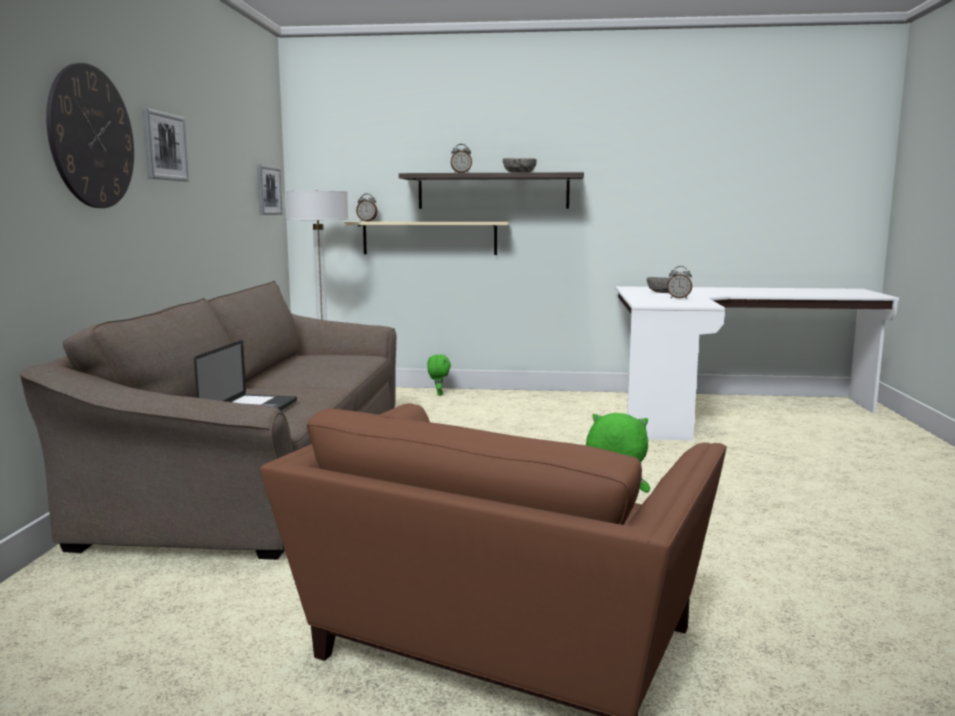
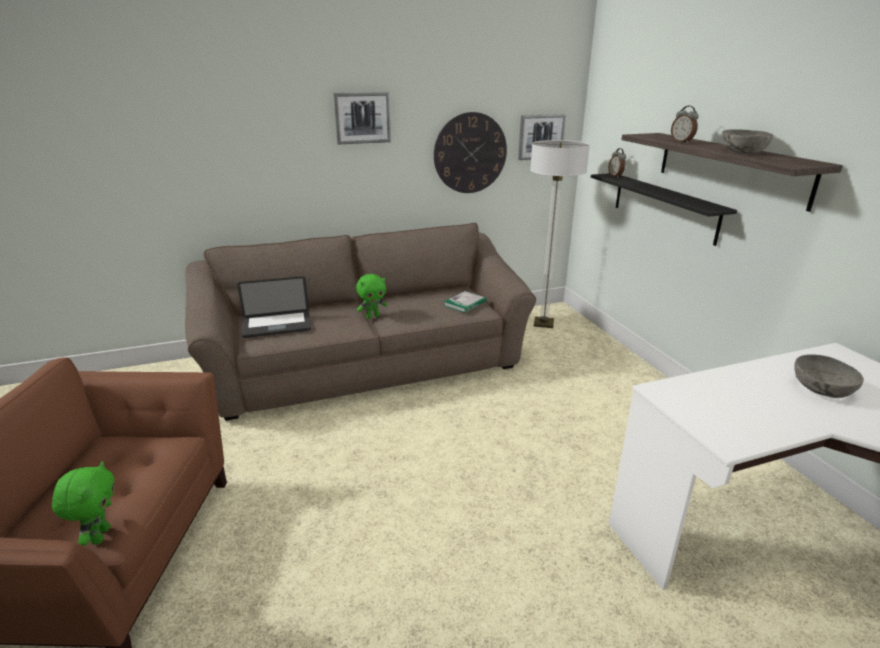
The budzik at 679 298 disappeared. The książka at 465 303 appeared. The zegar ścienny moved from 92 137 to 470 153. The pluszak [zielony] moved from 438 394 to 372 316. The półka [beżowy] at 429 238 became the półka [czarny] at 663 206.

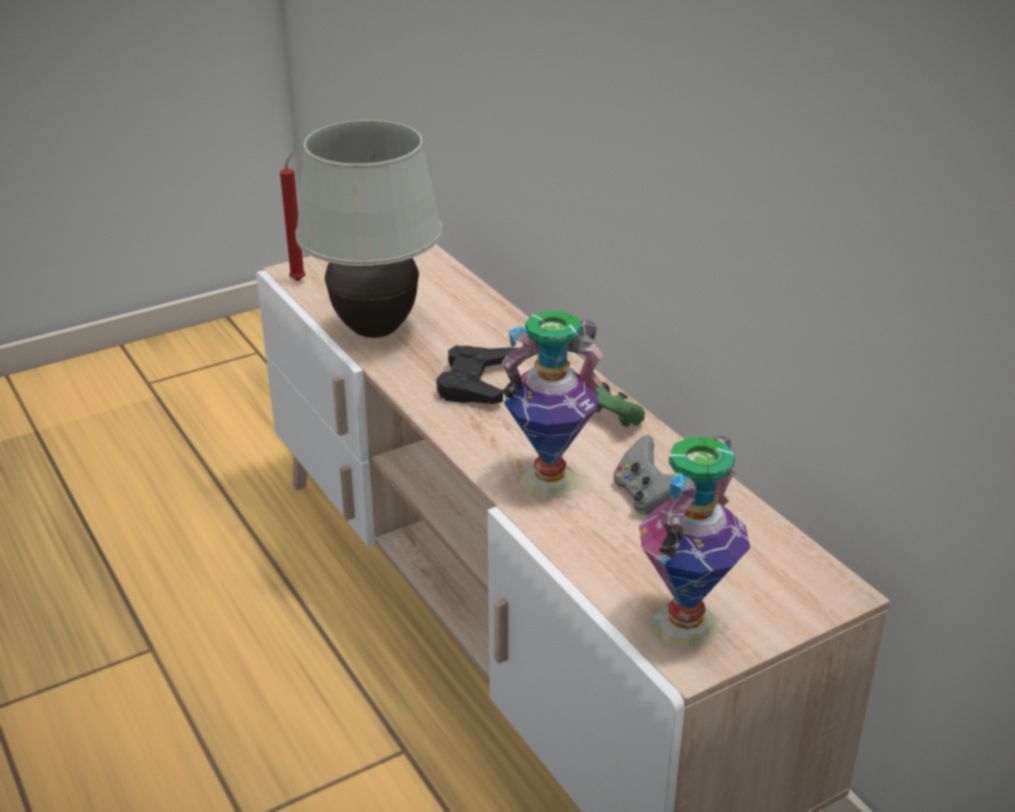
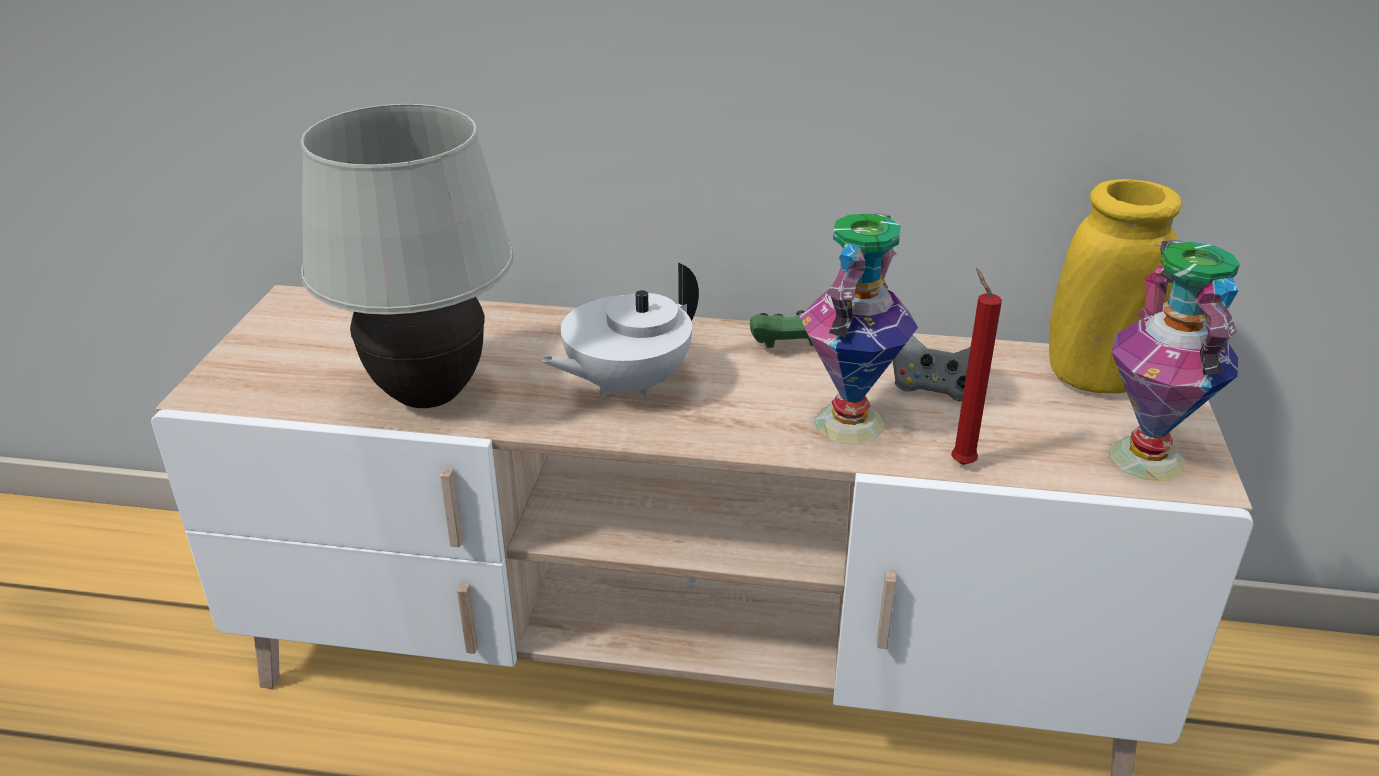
The wazon [żółty] at 1095 379 appeared. The świeca [czerwony] moved from 299 279 to 960 462. The pad do gier [czarny] at 476 382 was replaced by the imbryk [biały] at 625 384.

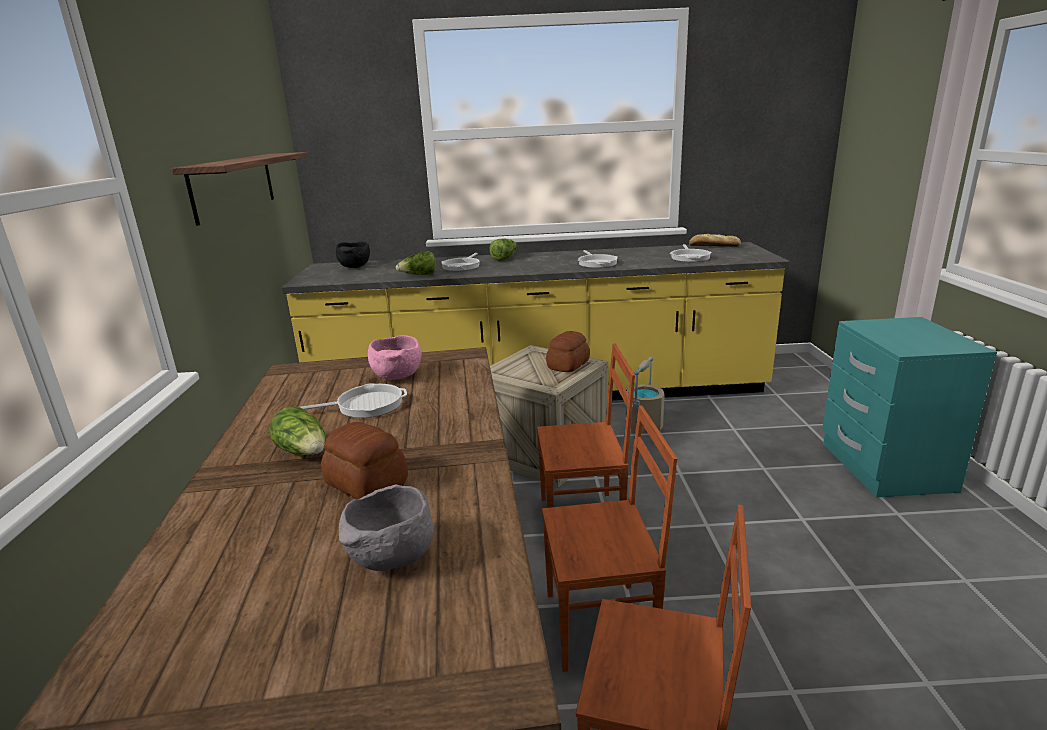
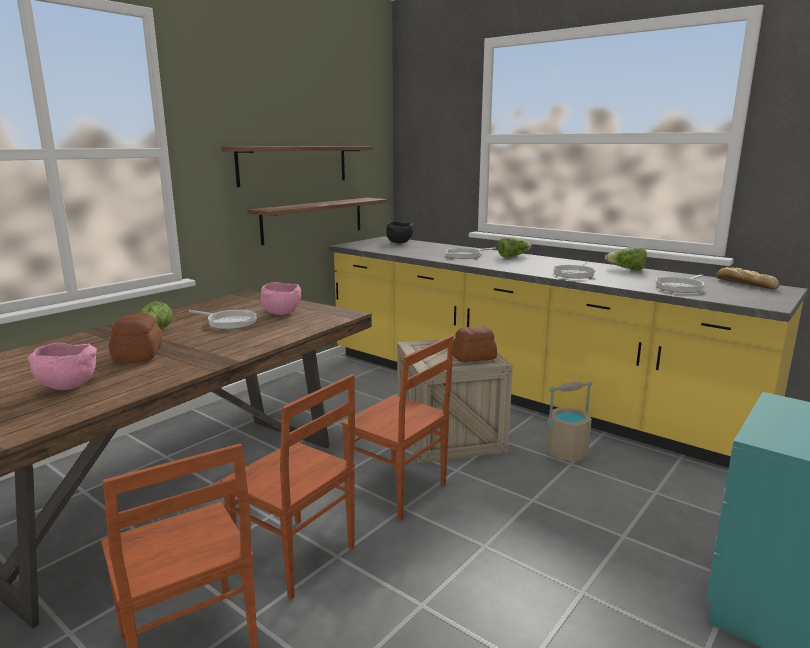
The półka at 313 220 appeared. The sałata moved from 419 275 to 627 269. The miska [szary] at 392 560 became the miska [różowy] at 66 387.

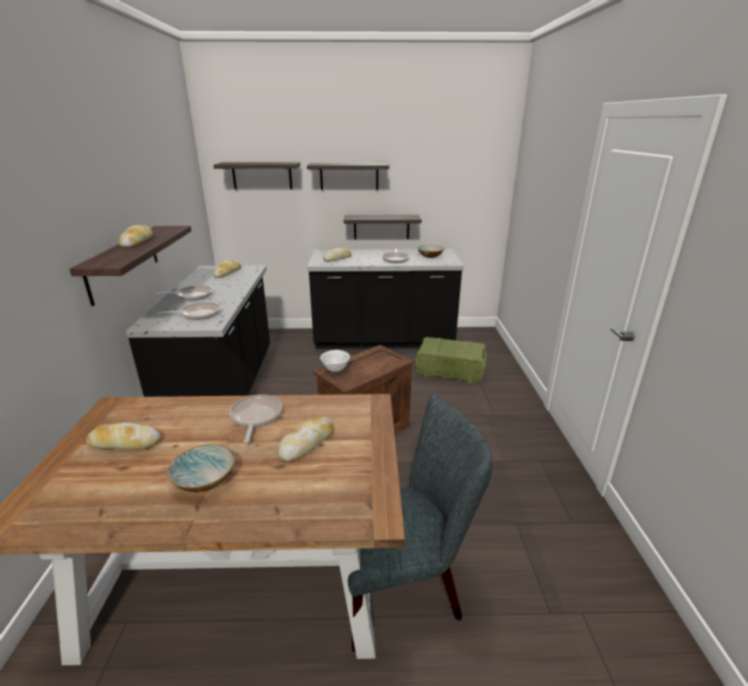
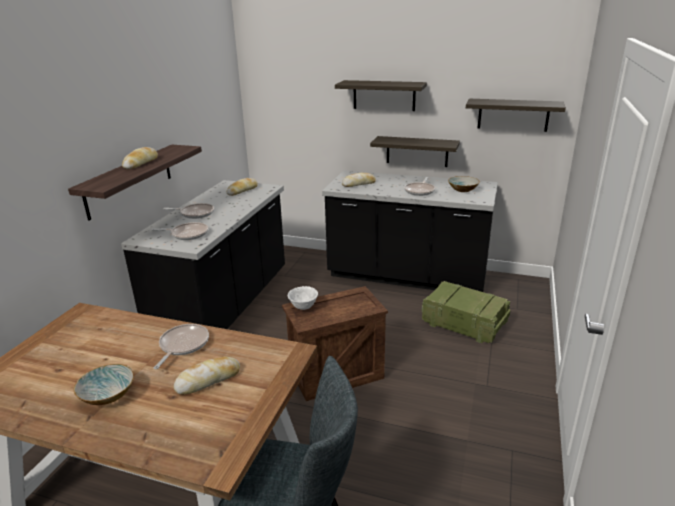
The chleb at 125 443 disappeared. The półka moved from 262 175 to 513 115.

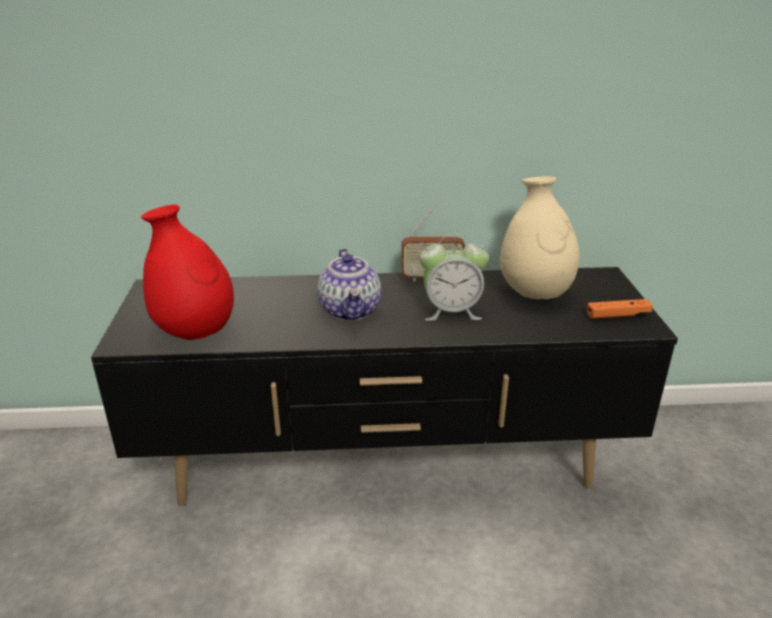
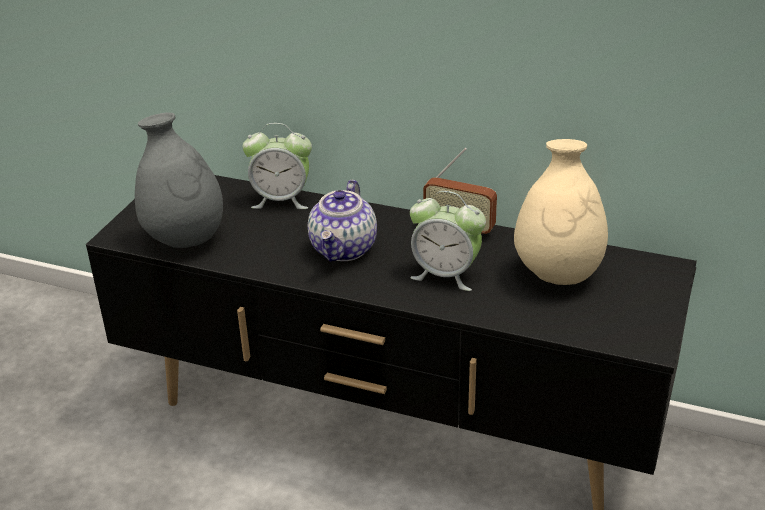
The pad do gier [pomarańczowy] at 618 315 disappeared. The budzik at 281 200 appeared. The wazon [czerwony] at 196 332 became the wazon [szary] at 185 240.

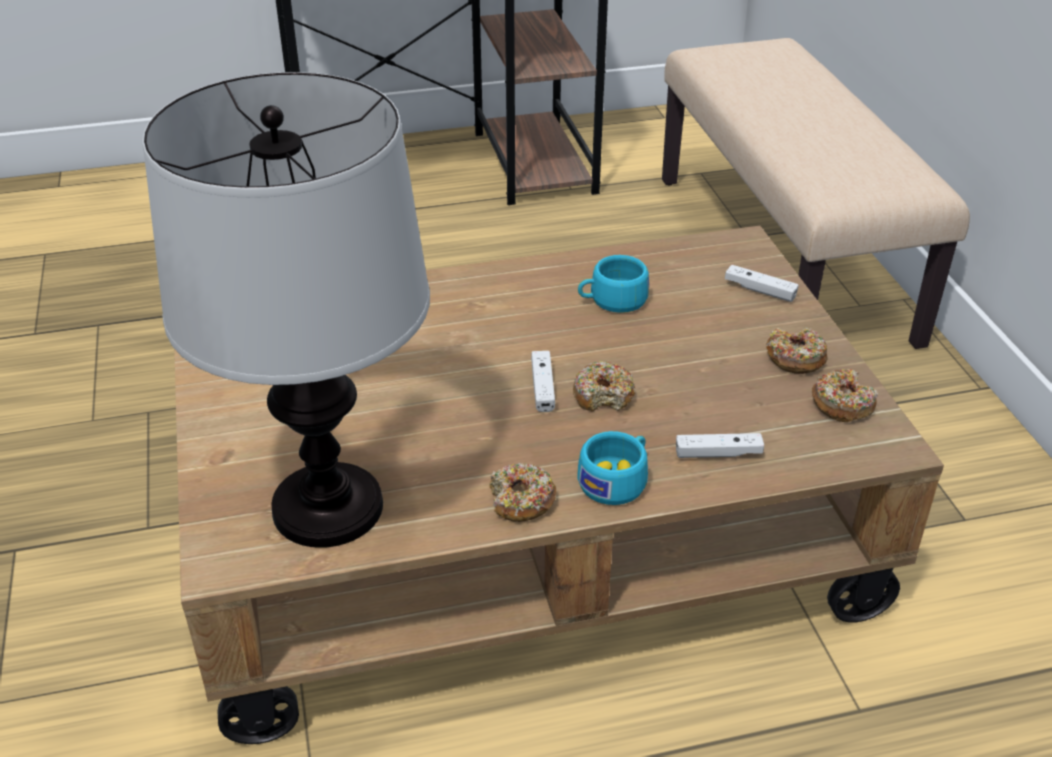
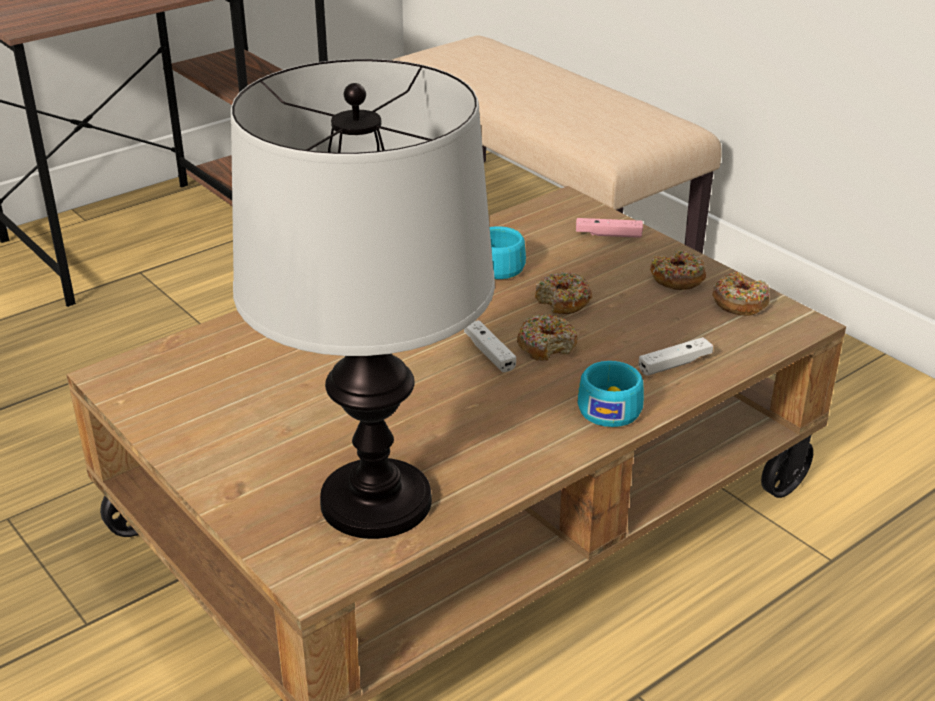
The donut moved from 521 501 to 563 302. The pad do gier [biały] at 760 290 became the pad do gier [różowy] at 608 234.

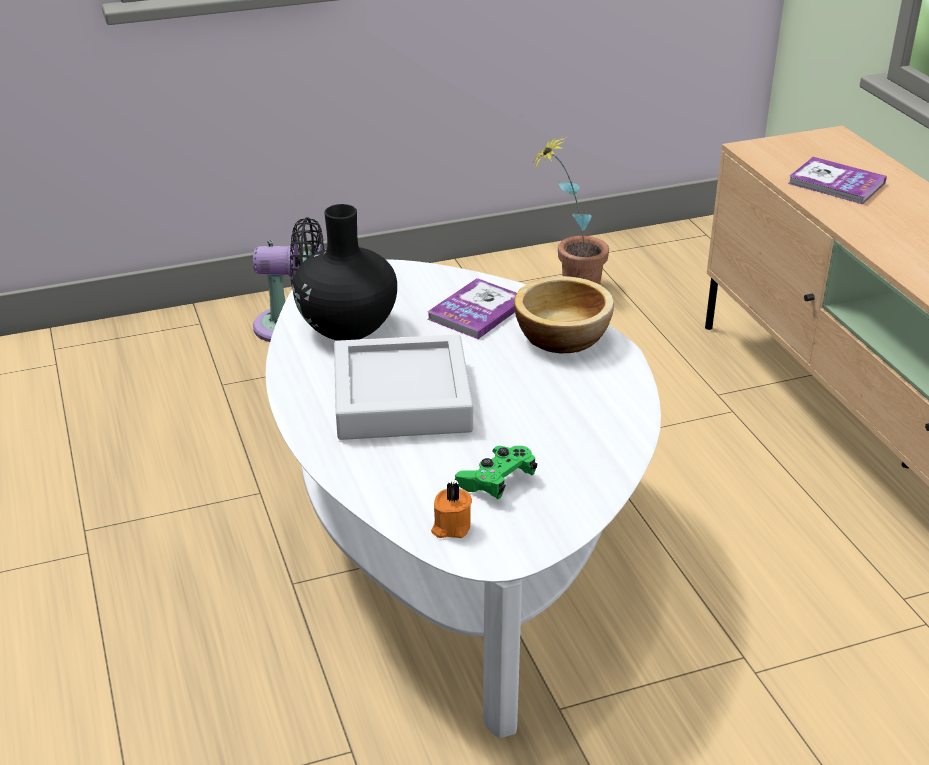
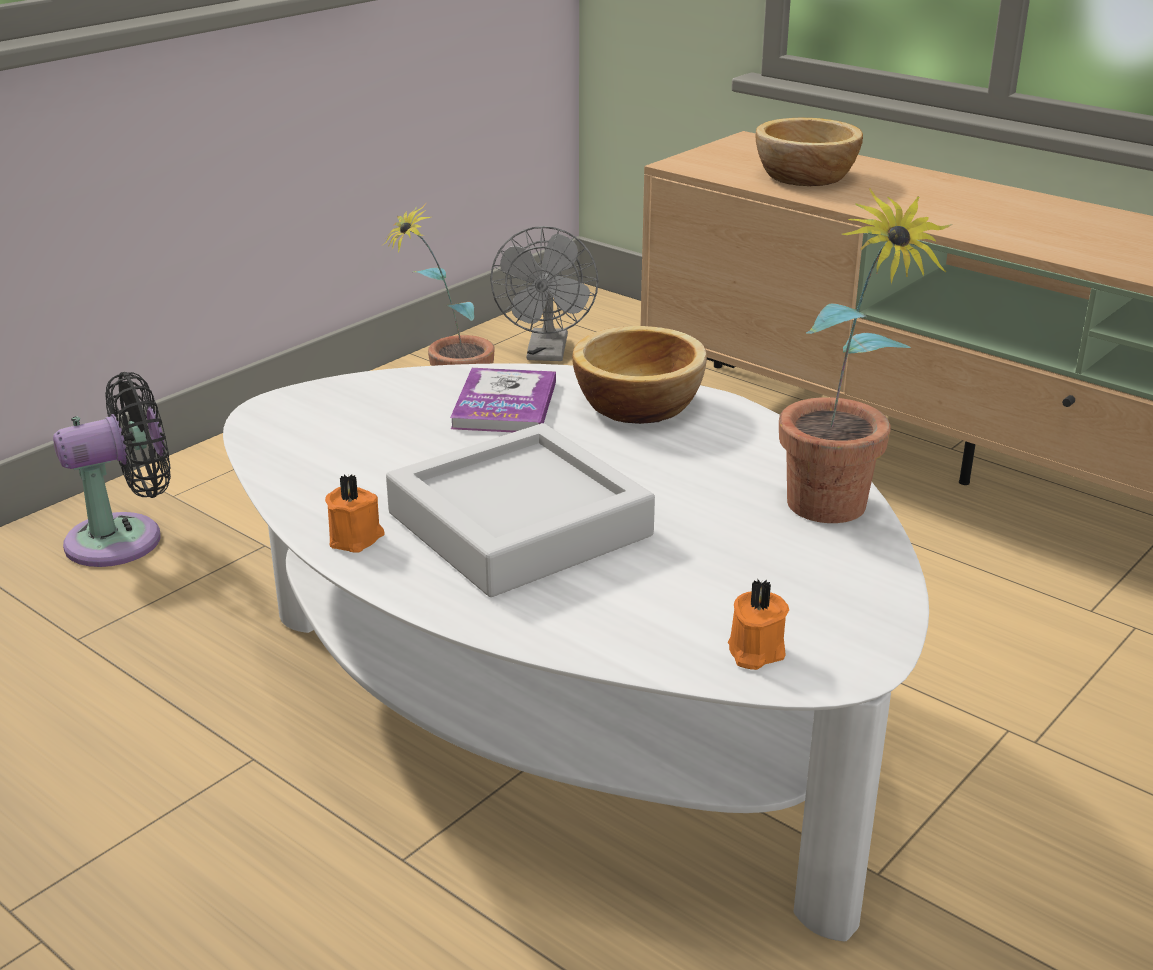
The wazon [czarny] at 347 326 disappeared. The pad do gier [zielony] at 497 481 disappeared. The świeca [pomarańczowy] at 357 538 appeared. The wentylator [szary] at 547 354 appeared. The roślina doniczkowa at 836 516 appeared. The książka at 836 183 was replaced by the miska at 807 177.

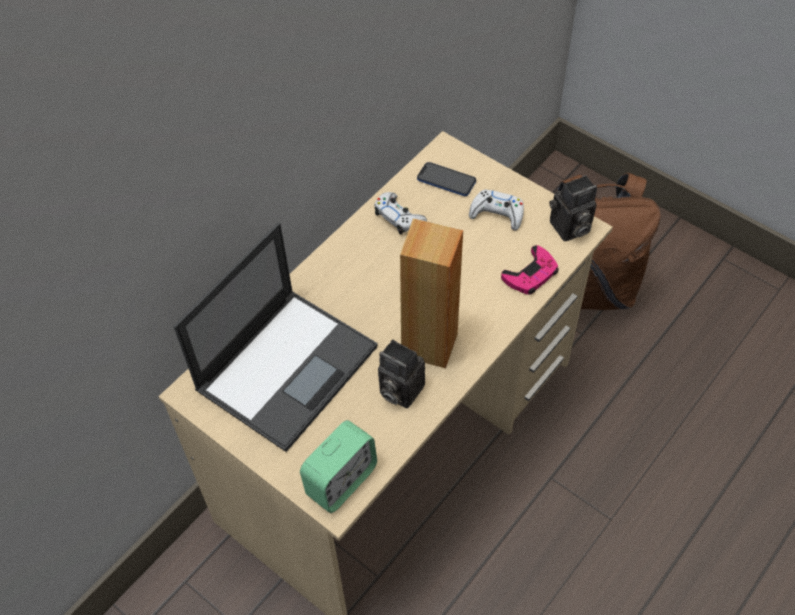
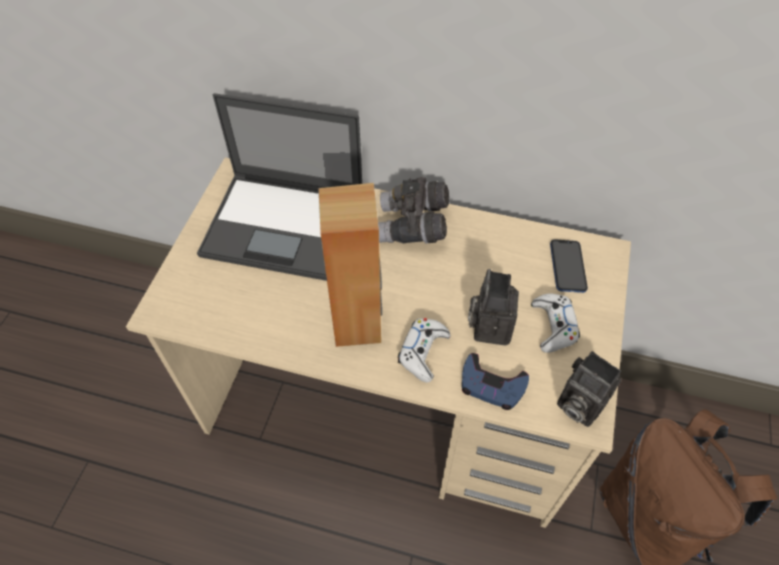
The budzik at 341 481 disappeared. The lornetka [szary] at 412 226 appeared. The pad do gier [biały] moved from 399 217 to 423 352. The aparat fotograficzny moved from 398 390 to 489 325. The pad do gier [różowy] at 531 274 became the pad do gier [niebieski] at 491 385.

